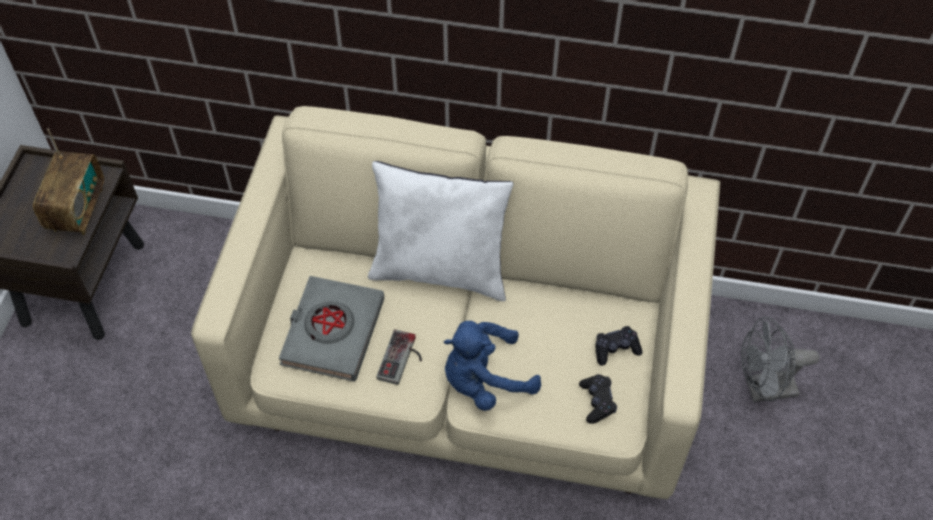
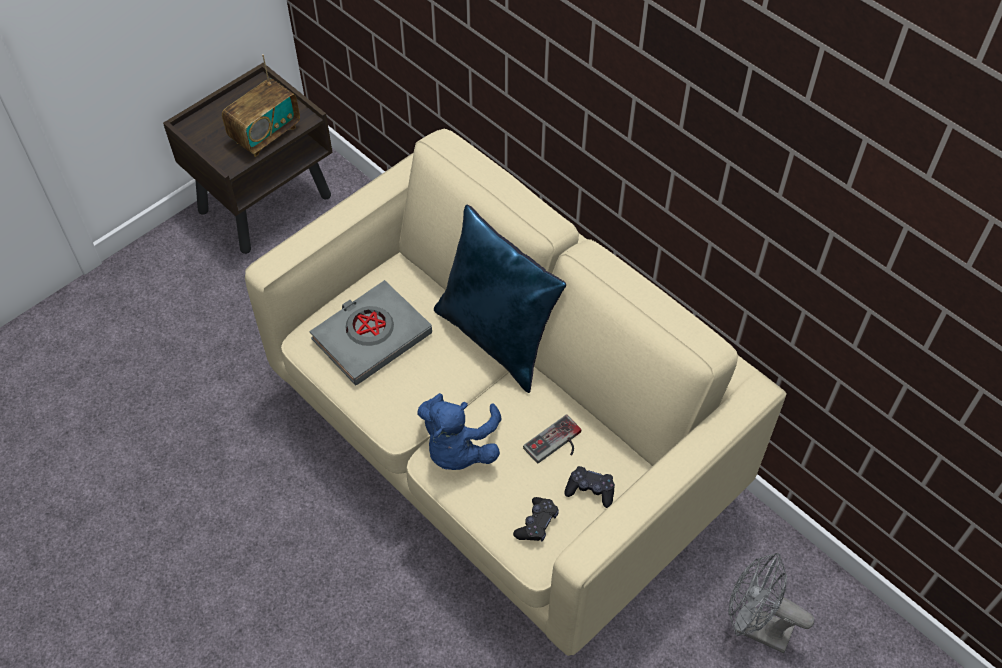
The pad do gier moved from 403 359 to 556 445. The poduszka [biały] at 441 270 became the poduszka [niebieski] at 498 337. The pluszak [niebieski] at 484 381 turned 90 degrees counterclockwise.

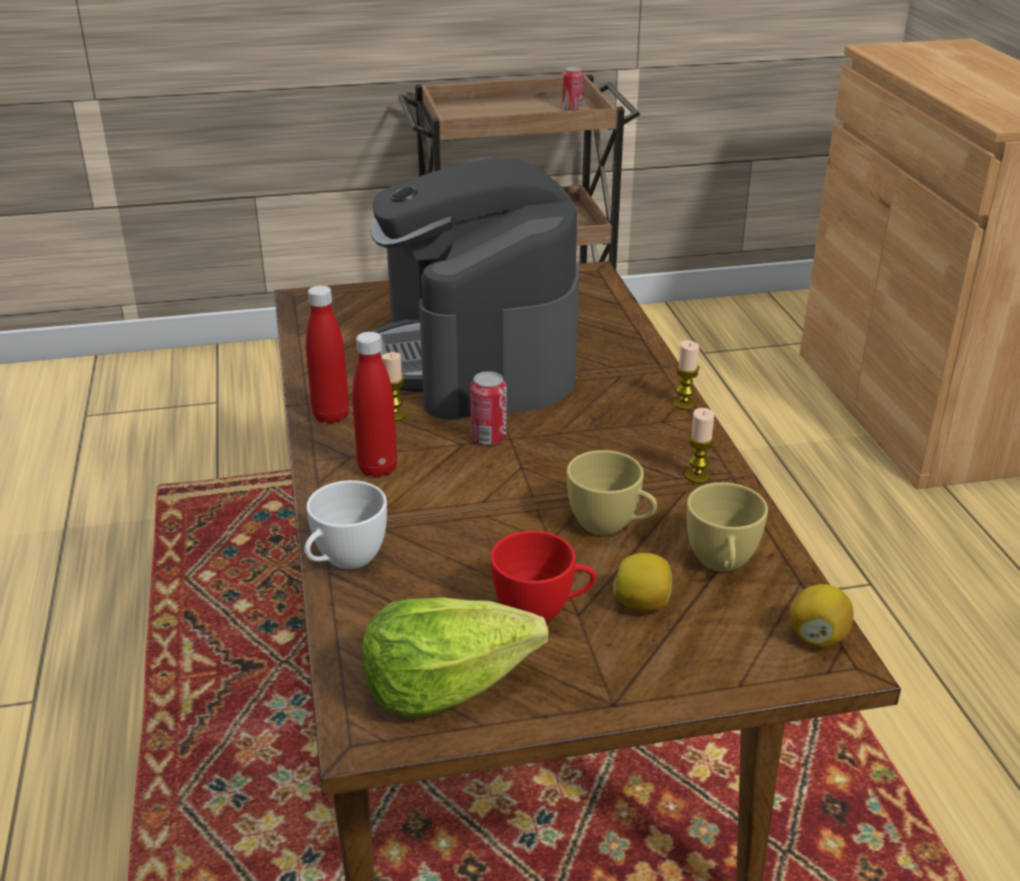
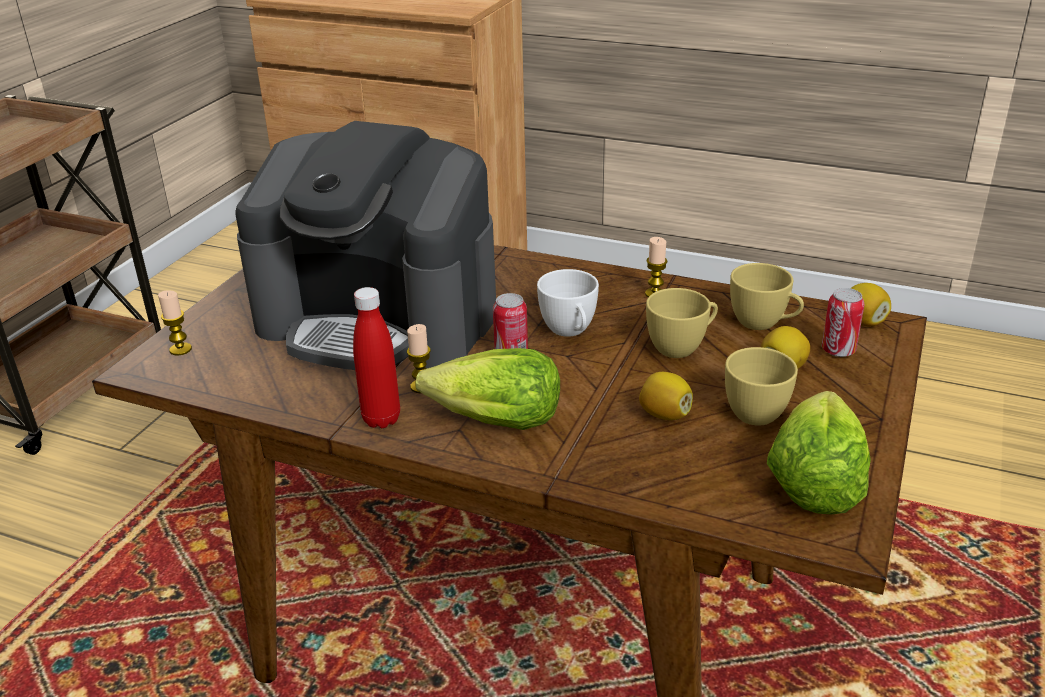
The cytryna at 664 414 appeared. The filiżanka [biały] moved from 344 561 to 570 332. The puszka moved from 572 108 to 838 350. The świeca moved from 684 404 to 180 349. The butelka [czerwony] at 377 469 was replaced by the sałata at 495 421. The filiżanka [czerwony] at 542 611 became the filiżanka [żółty] at 759 410.

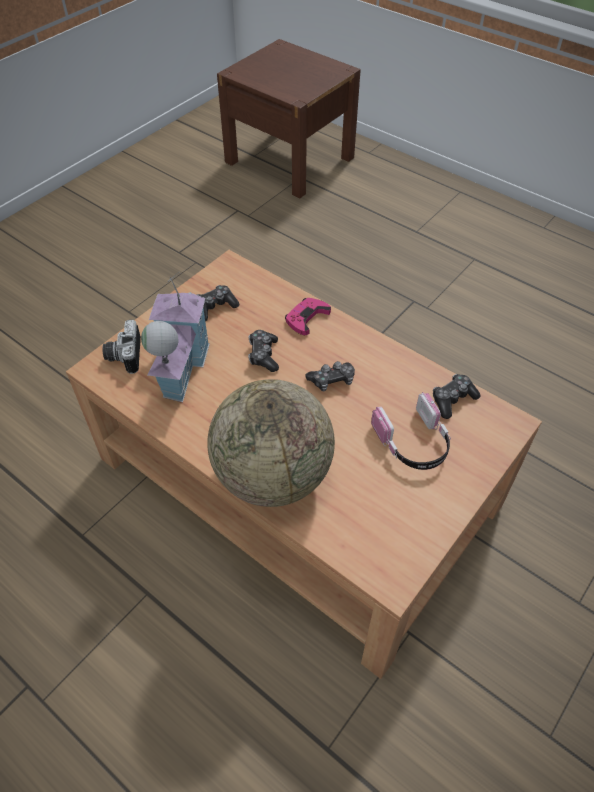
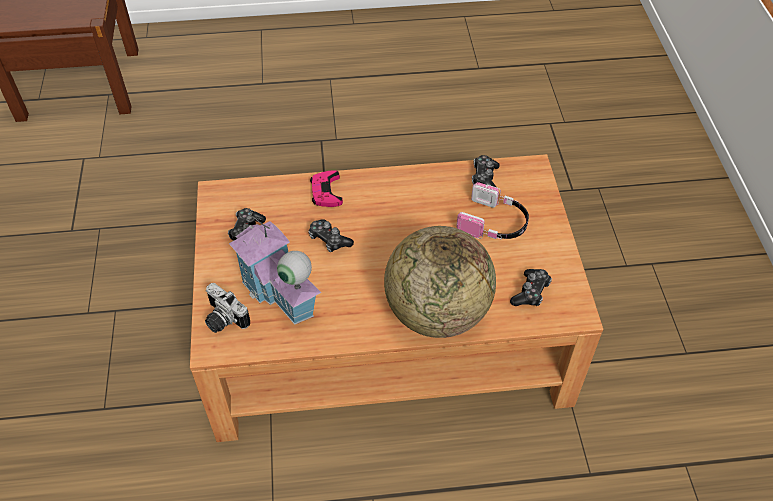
The pad do gier moved from 332 380 to 530 292.

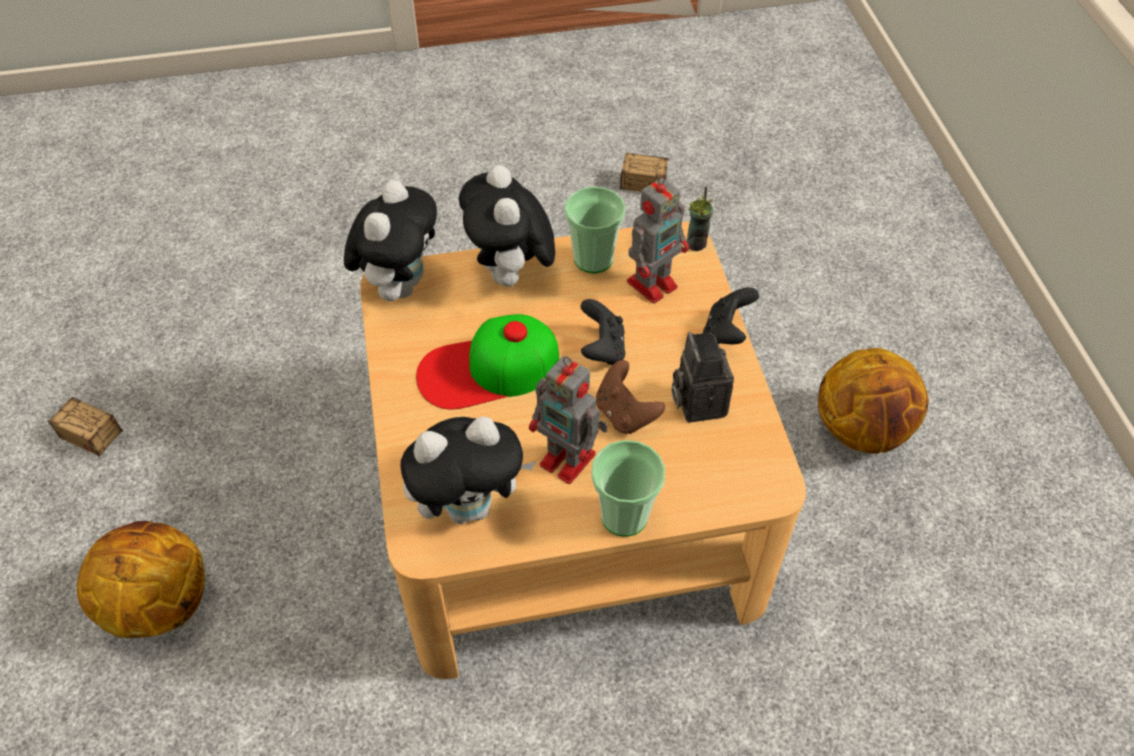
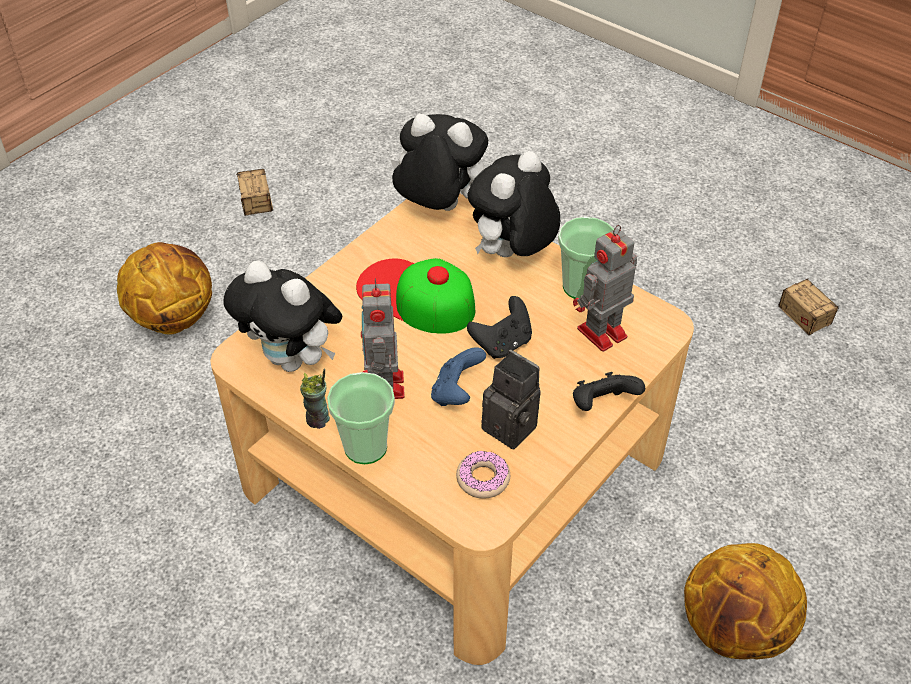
The donut at 483 479 appeared. The filiżanka moved from 696 243 to 318 420. The pad do gier [brązowy] at 625 414 became the pad do gier [niebieski] at 456 393. The pluszak at 399 285 turned 135 degrees counterclockwise. The robot zabawkowy at 653 283 turned 135 degrees clockwise. The aparat fotograficzny at 697 401 turned 90 degrees clockwise.

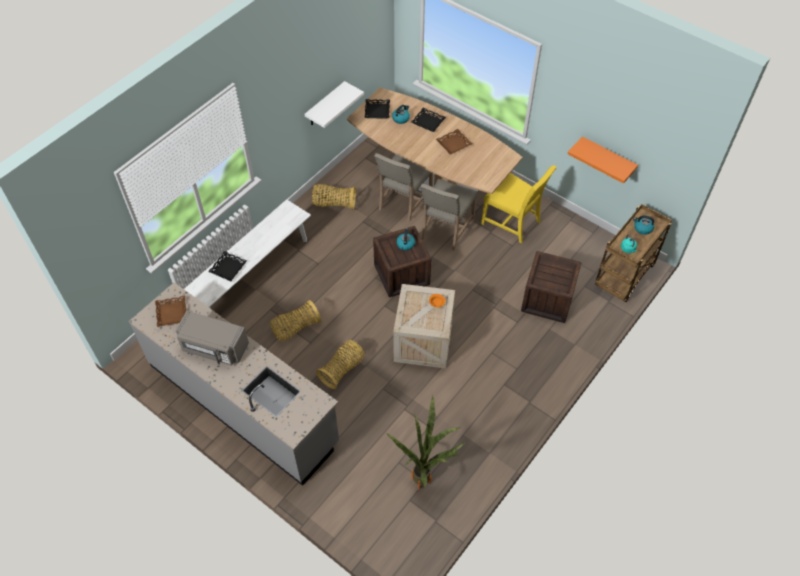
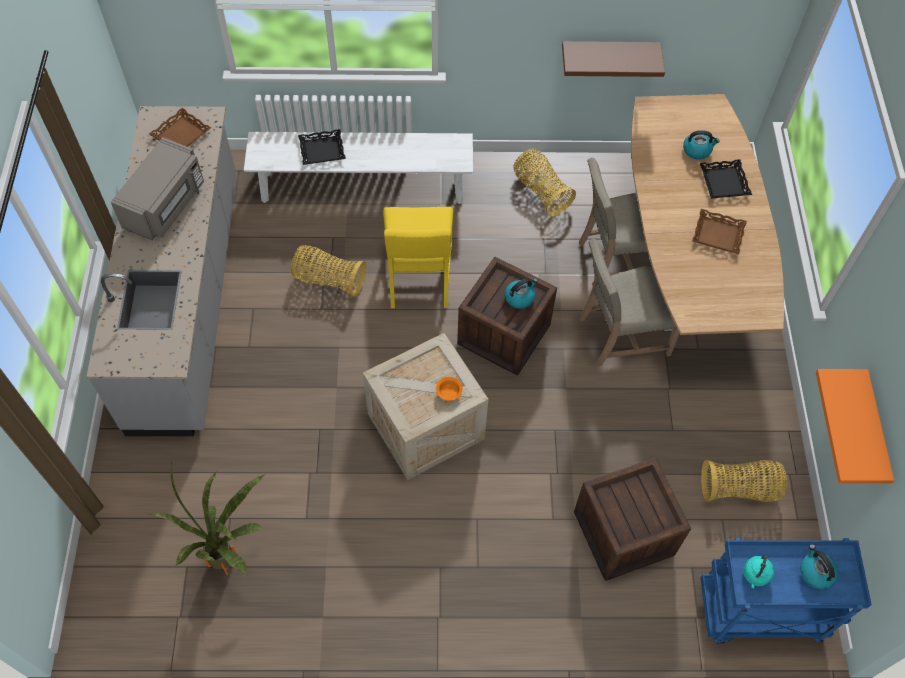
The taca [czarny] at 377 111 disappeared. The koszyk moved from 342 369 to 739 488. The krzesło [żółty] moved from 513 222 to 419 279. The półka [biały] at 325 105 became the półka [brązowy] at 609 54. The wózek [brązowy] at 624 277 became the wózek [niebieski] at 759 613. The mikrofalówka [szary] at 214 348 turned 135 degrees counterclockwise.

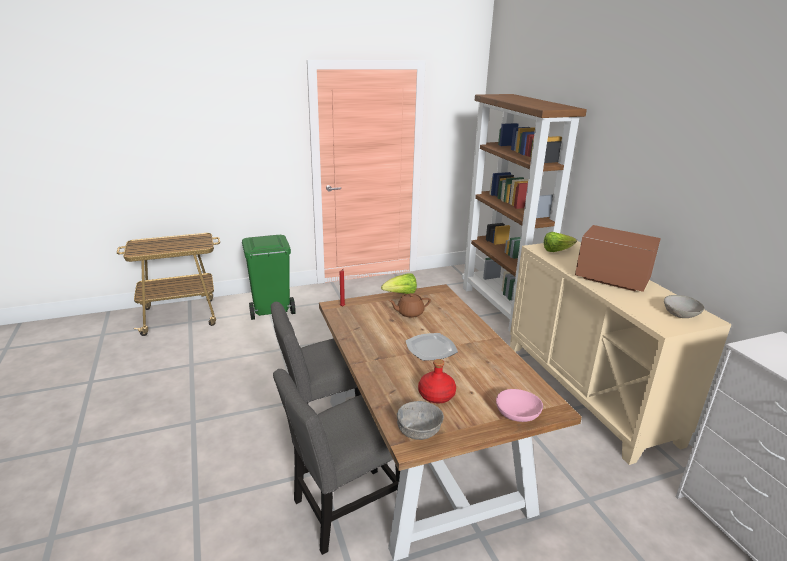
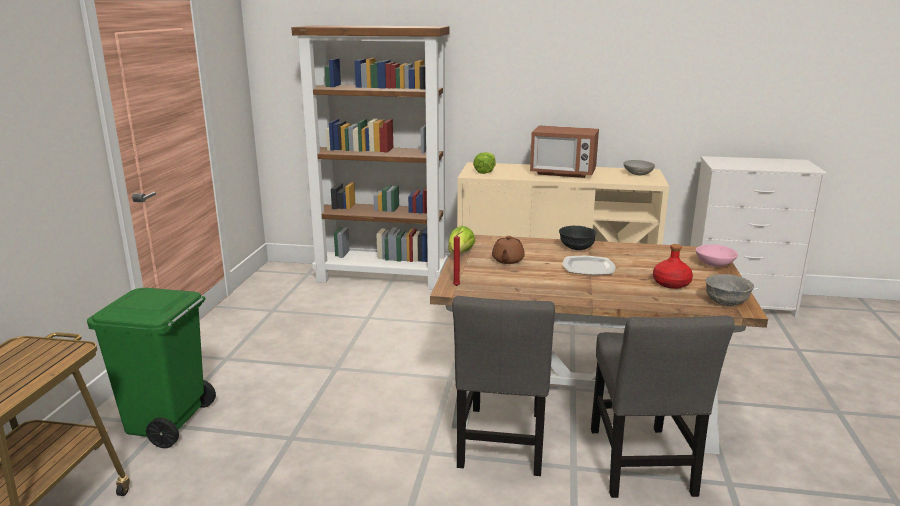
The miska [czarny] at 576 247 appeared. The mikrofalówka at 612 279 turned 135 degrees counterclockwise.

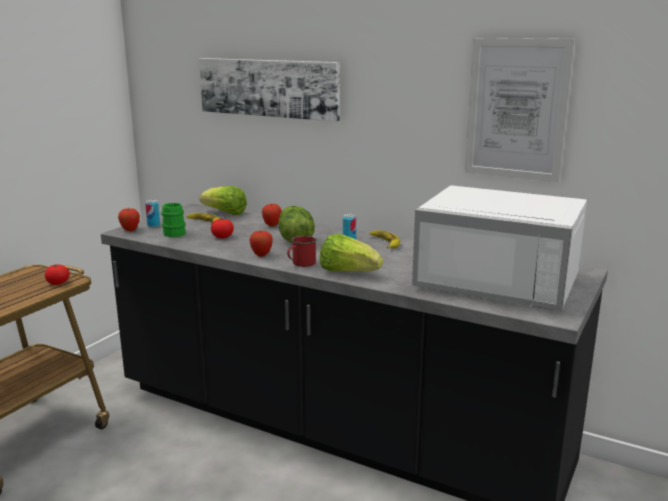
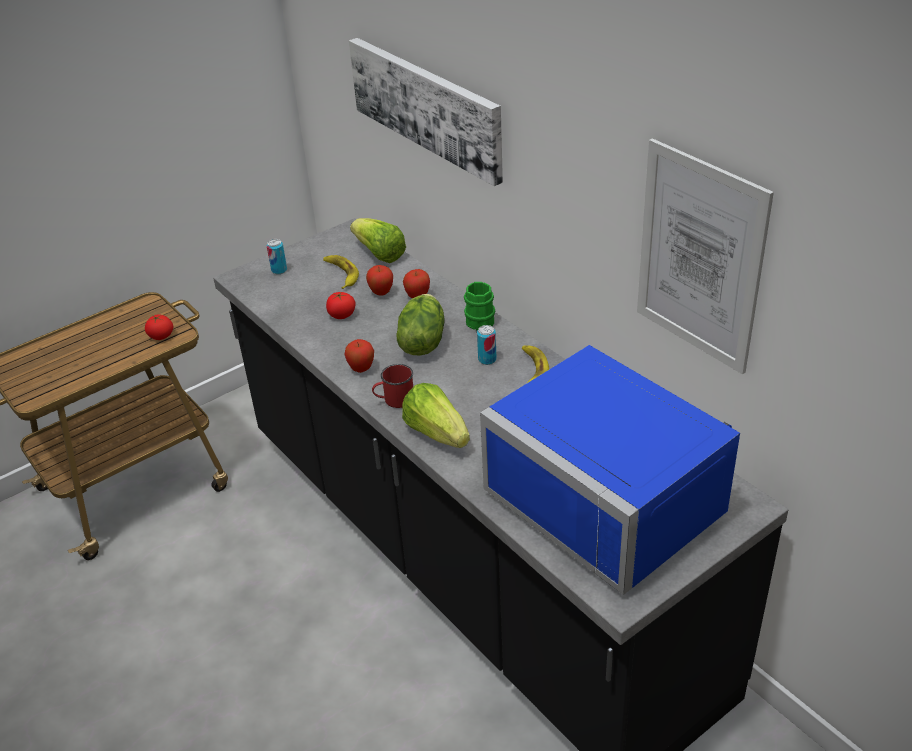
The jabłko moved from 130 230 to 381 293. The kubek [zielony] moved from 174 232 to 480 319. The mikrofalówka [biały] at 501 279 became the mikrofalówka [niebieski] at 615 497.

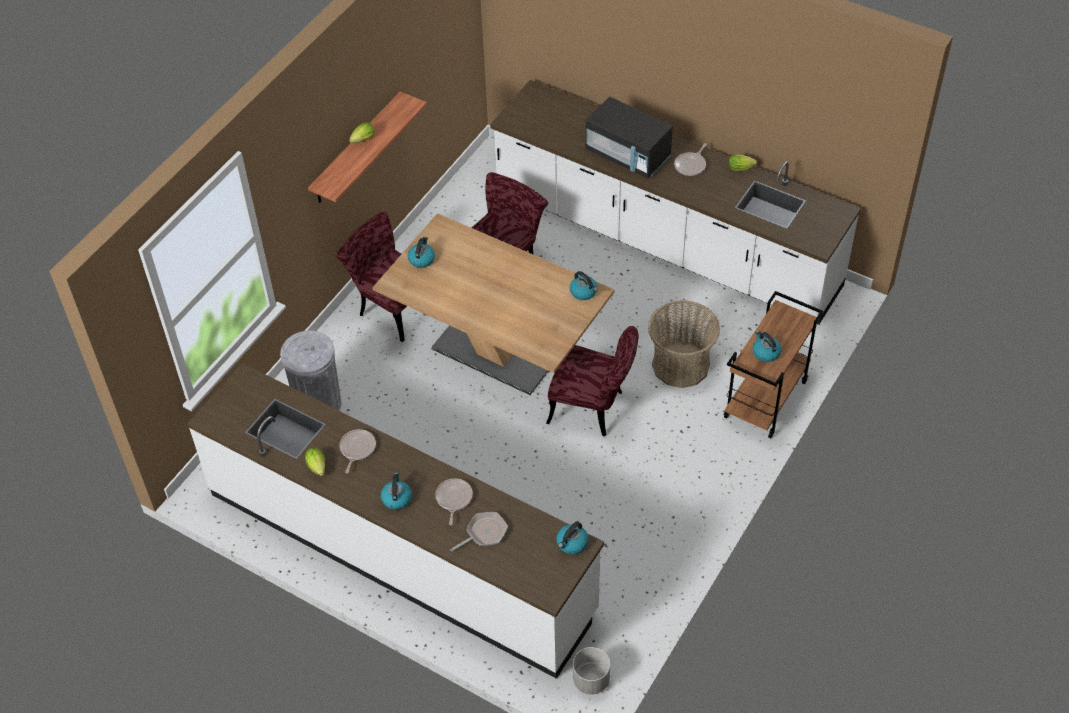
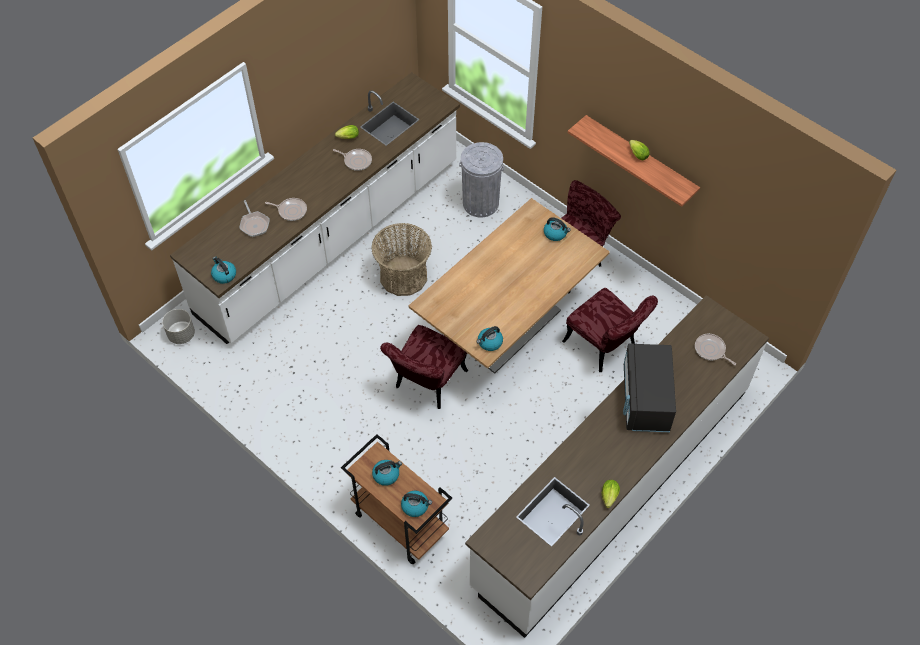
The czajnik moved from 396 498 to 415 506. The koszyk moved from 681 365 to 403 276. The patelnia moved from 691 165 to 711 350. The mikrofalówka [czarny] at 628 155 turned 45 degrees counterclockwise.

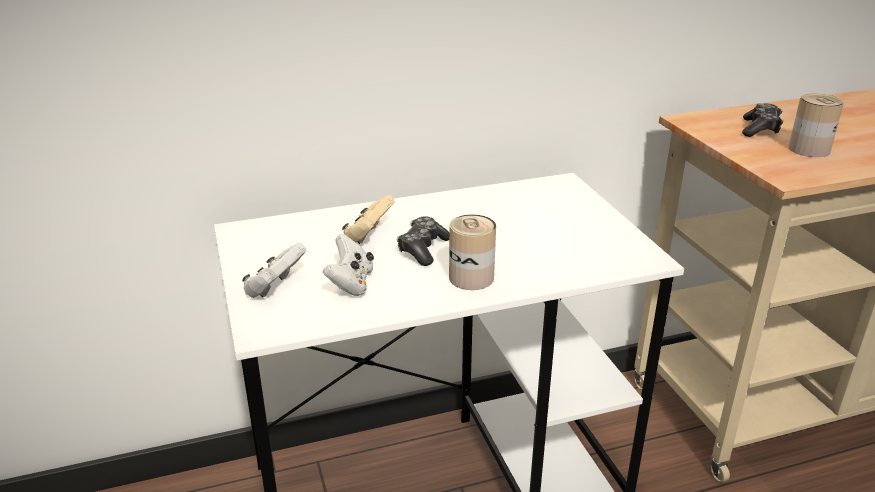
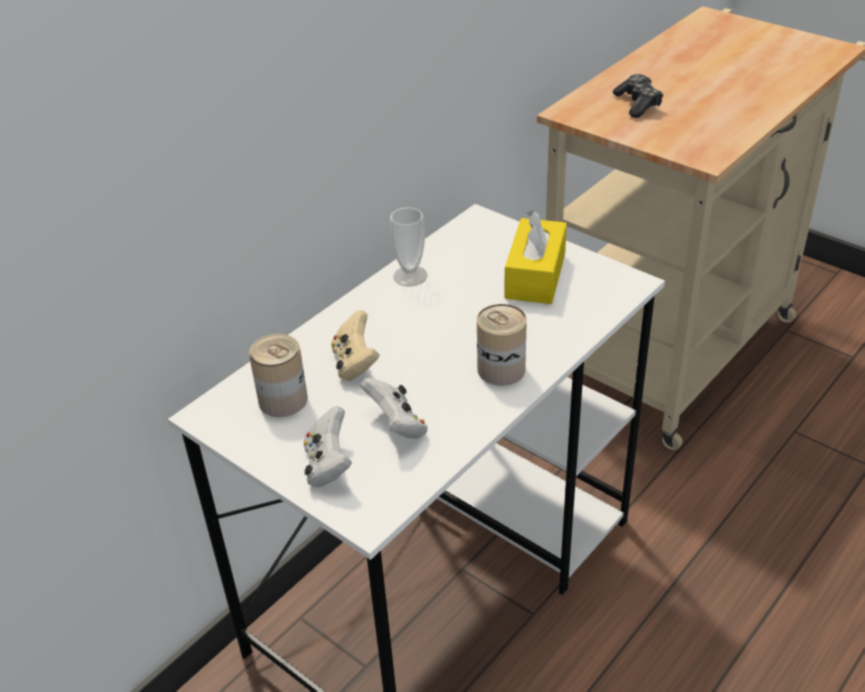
The pad do gier at 423 249 disappeared. The filiżanka at 410 276 appeared. The pudełko chusteczek [żółty] at 535 275 appeared. The puszka moved from 809 149 to 283 400.

